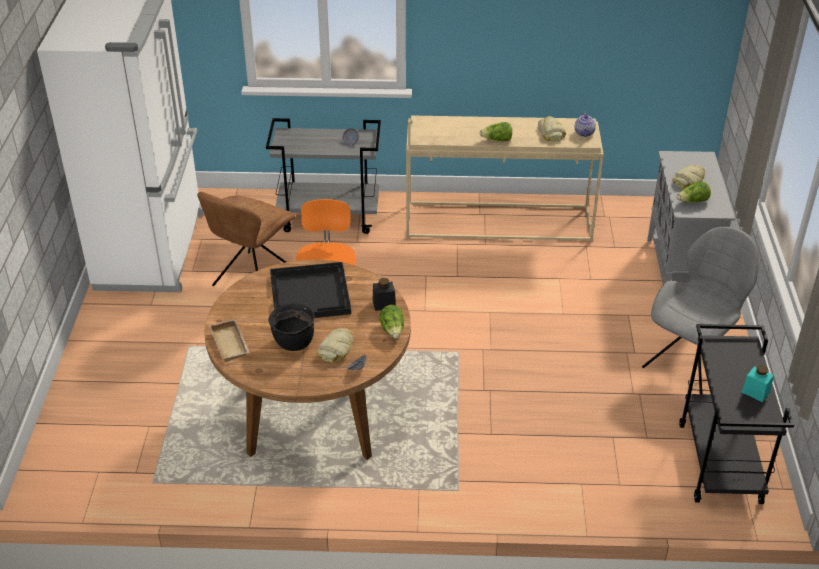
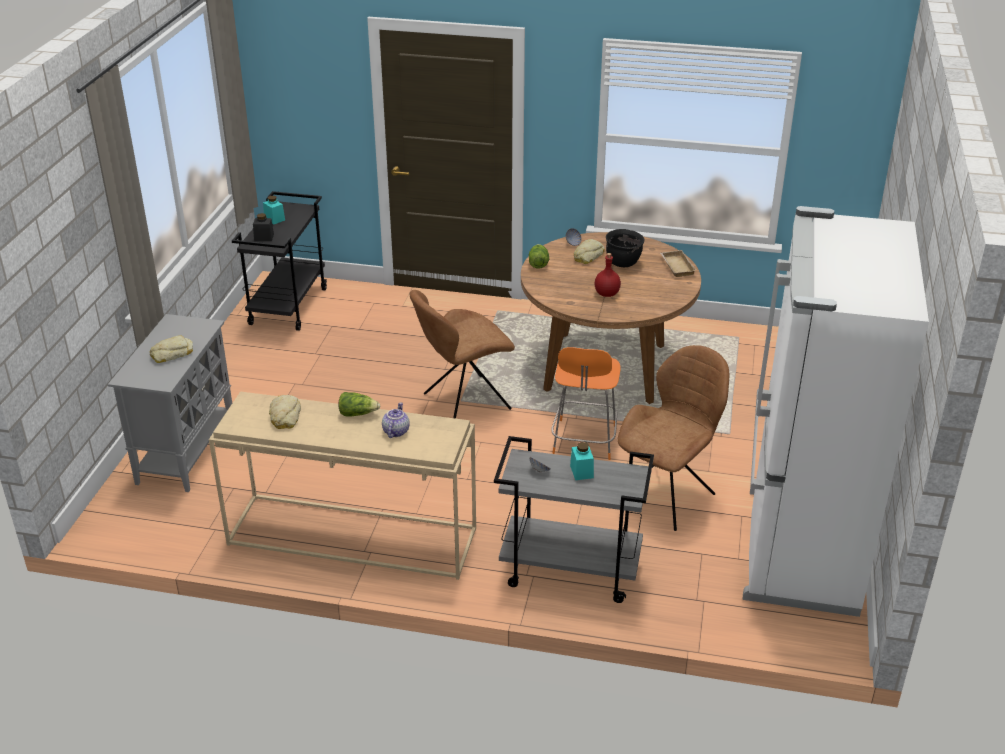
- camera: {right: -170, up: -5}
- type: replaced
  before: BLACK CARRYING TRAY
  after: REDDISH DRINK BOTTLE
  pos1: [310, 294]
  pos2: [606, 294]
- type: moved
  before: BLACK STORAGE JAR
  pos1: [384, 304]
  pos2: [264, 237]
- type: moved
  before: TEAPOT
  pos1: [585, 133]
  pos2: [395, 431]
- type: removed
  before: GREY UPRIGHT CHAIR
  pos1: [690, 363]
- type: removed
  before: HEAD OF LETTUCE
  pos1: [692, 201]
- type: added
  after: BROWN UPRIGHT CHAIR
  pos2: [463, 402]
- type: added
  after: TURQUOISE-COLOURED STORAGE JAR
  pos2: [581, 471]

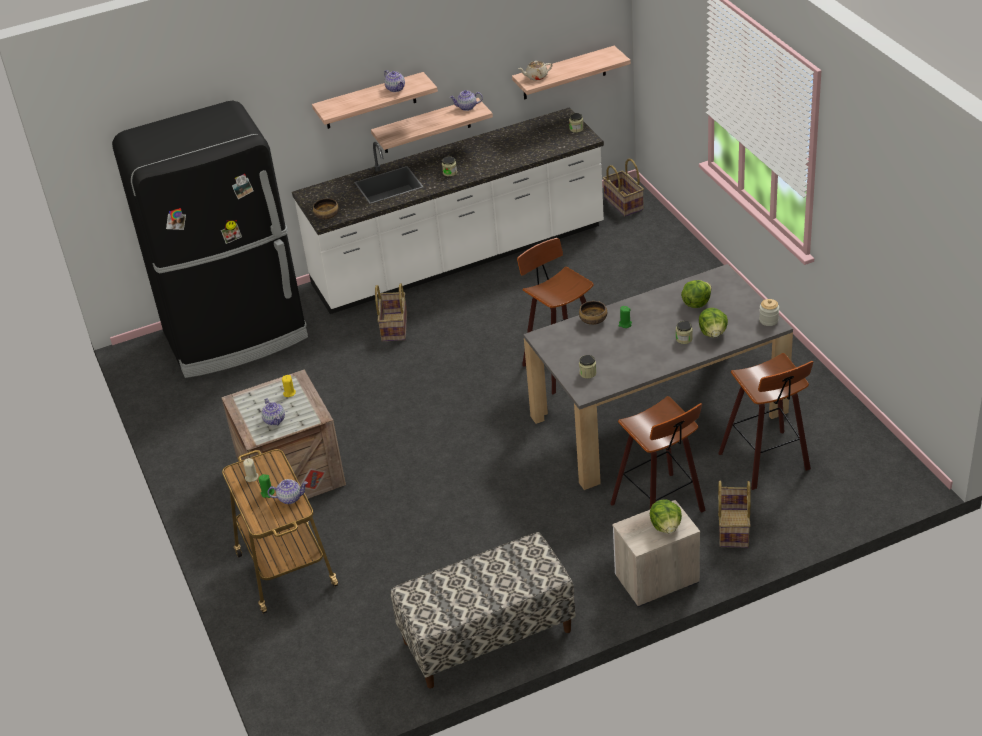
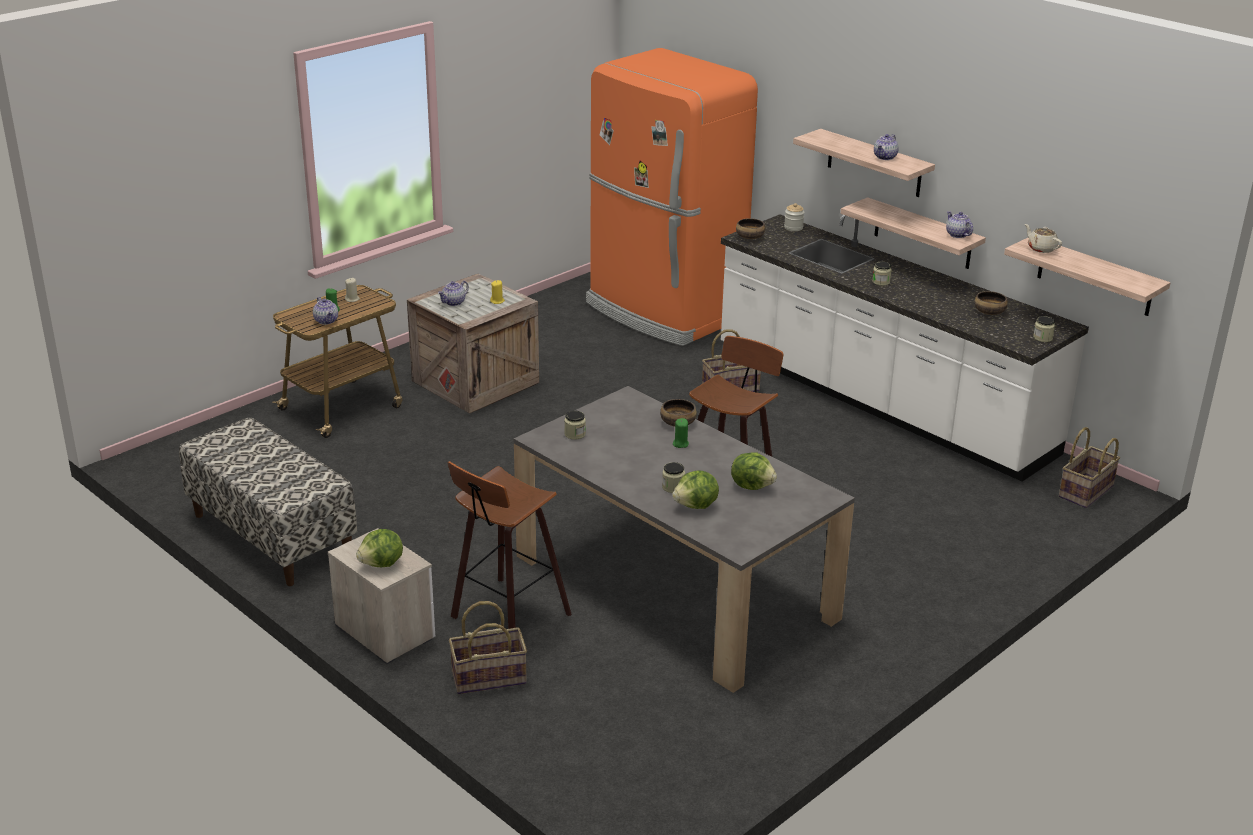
- camera: {right: 65, up: -10}
- type: recoloured
  before: BLACK FRIDGE
  after: ORANGEY FRIDGE
  pos1: [237, 336]
  pos2: [663, 312]
- type: removed
  before: SITTING STOOL
  pos1: [767, 462]
- type: moved
  before: STORAGE JAR
  pos1: [768, 320]
  pos2: [793, 228]
- type: added
  after: SERVING BOWL
  pos2: [989, 312]

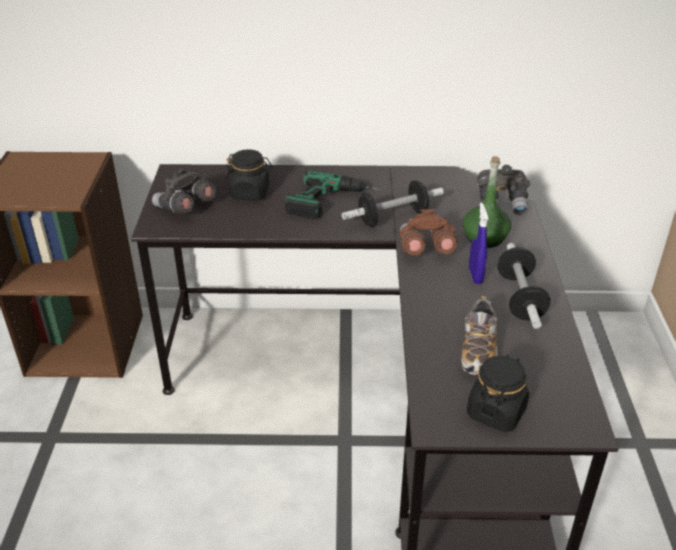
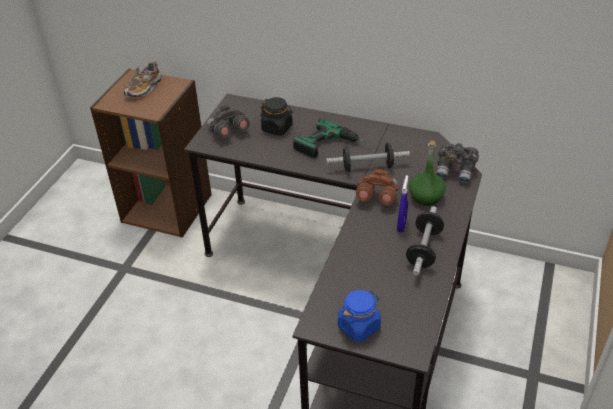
- camera: {right: 20, up: 5}
- type: moved
  before: ITEM OF FOOTWEAR
  pos1: [478, 350]
  pos2: [144, 88]
- type: recoloured
  before: BLACK STORAGE JAR
  after: BLUISH STORAGE JAR
  pos1: [496, 412]
  pos2: [359, 326]

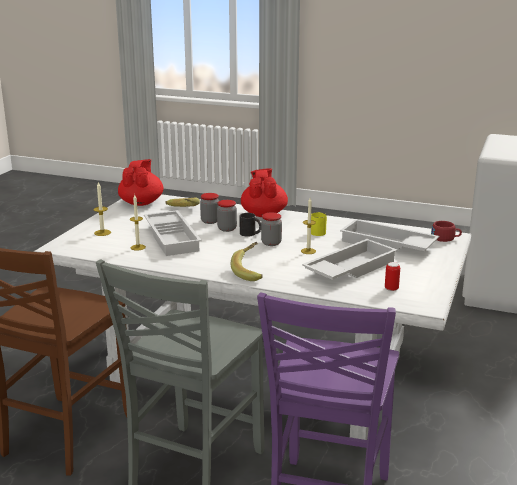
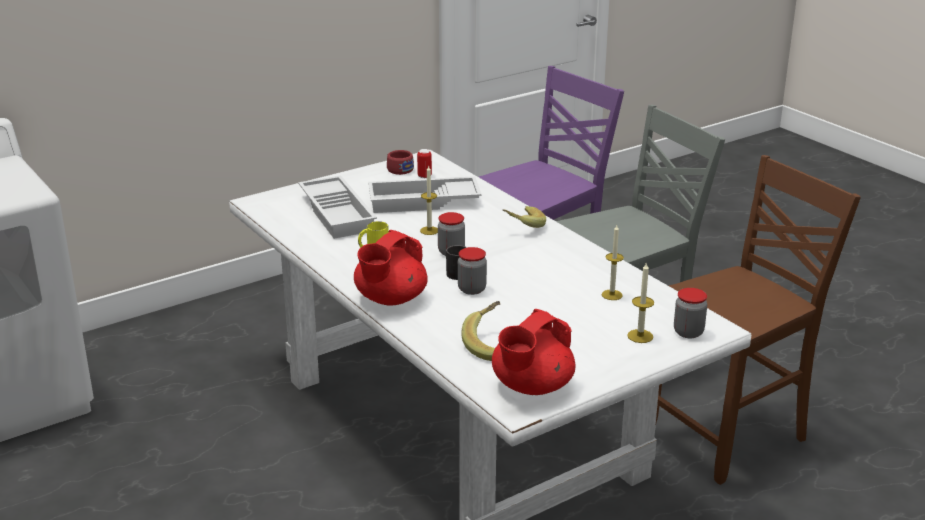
- camera: {right: -145, up: 5}
- type: removed
  before: WHITE CARRYING TRAY
  pos1: [173, 238]
- type: moved
  before: STORAGE JAR
  pos1: [210, 221]
  pos2: [688, 332]
- type: moved
  before: REDDISH DRINKING CUP
  pos1: [445, 238]
  pos2: [398, 169]

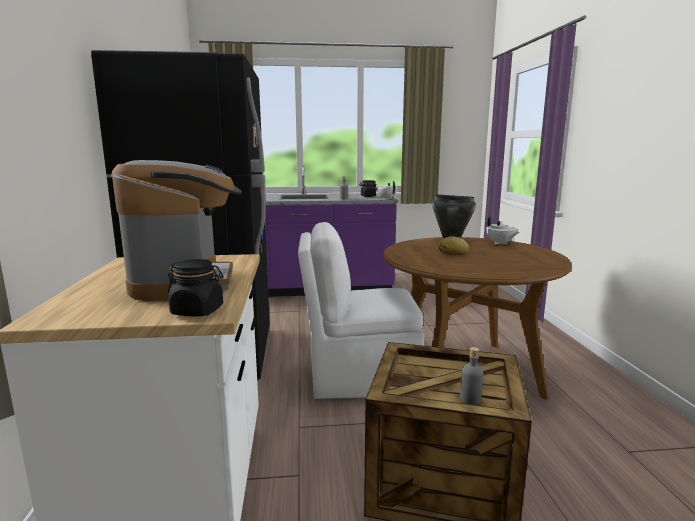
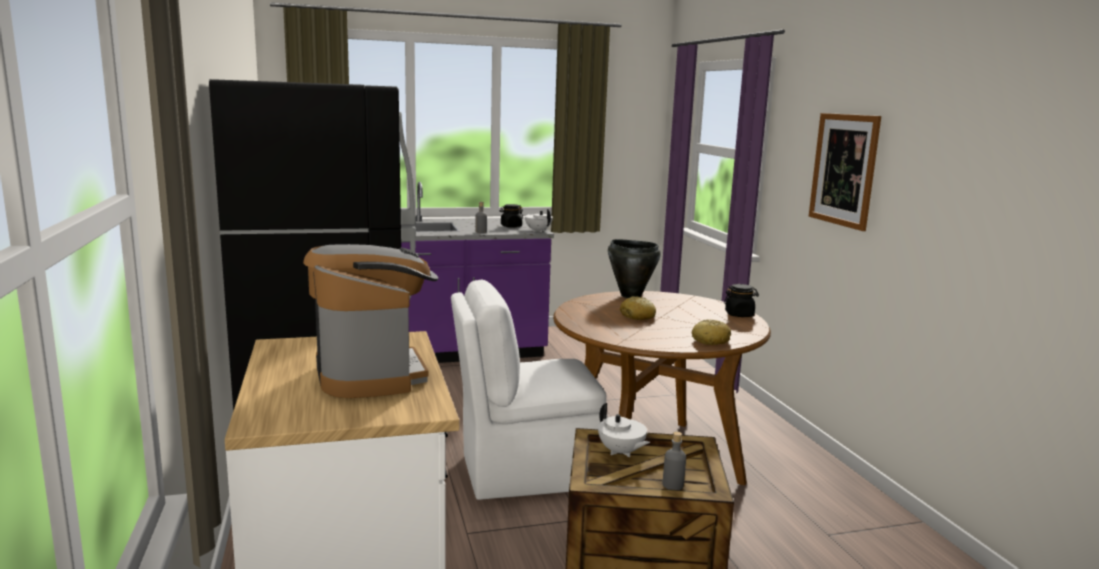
- camera: {right: -10, up: 0}
- type: moved
  before: BLACK STORAGE JAR
  pos1: [197, 311]
  pos2: [739, 314]
- type: moved
  before: WHITE TEAPOT
  pos1: [500, 243]
  pos2: [621, 452]
- type: added
  after: BREAD
  pos2: [710, 341]
- type: added
  after: WALL ART
  pos2: [844, 169]

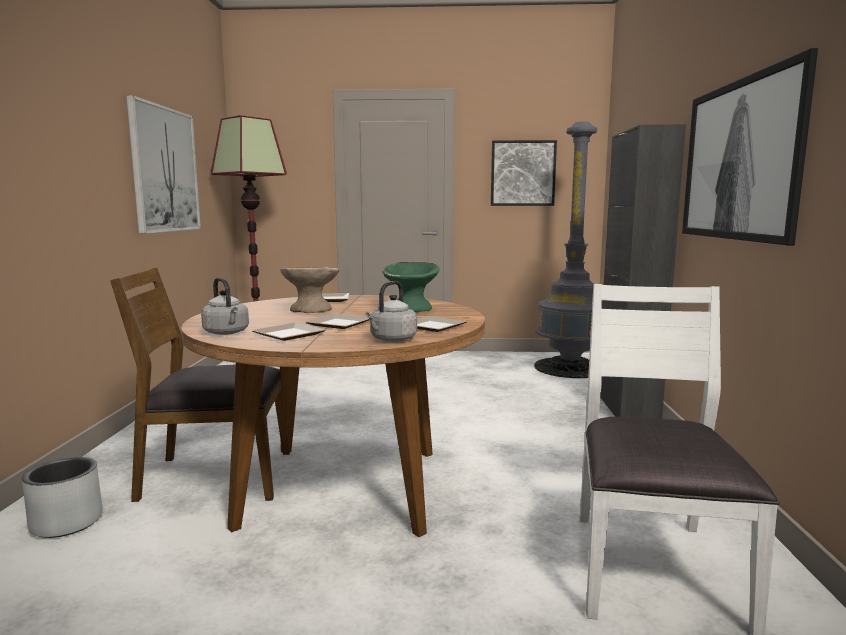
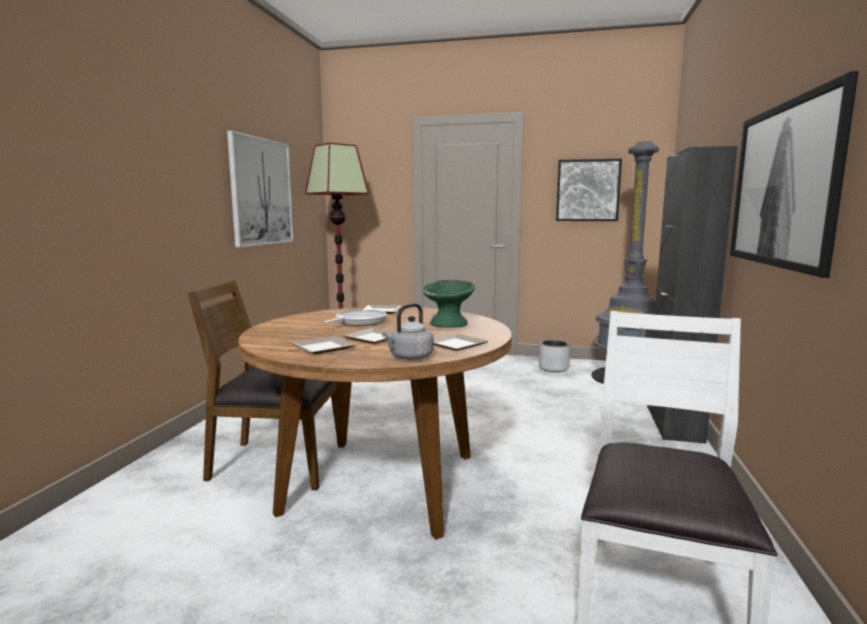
- camera: {right: 10, up: 0}
- type: moved
  before: GREY PLANTER
  pos1: [66, 522]
  pos2: [553, 368]
- type: removed
  before: GREY WATER KETTLE
  pos1: [227, 333]
- type: replaced
  before: BEIGE-COLOURED SERVING BOWL
  after: FRYING PAN
  pos1: [311, 310]
  pos2: [358, 322]

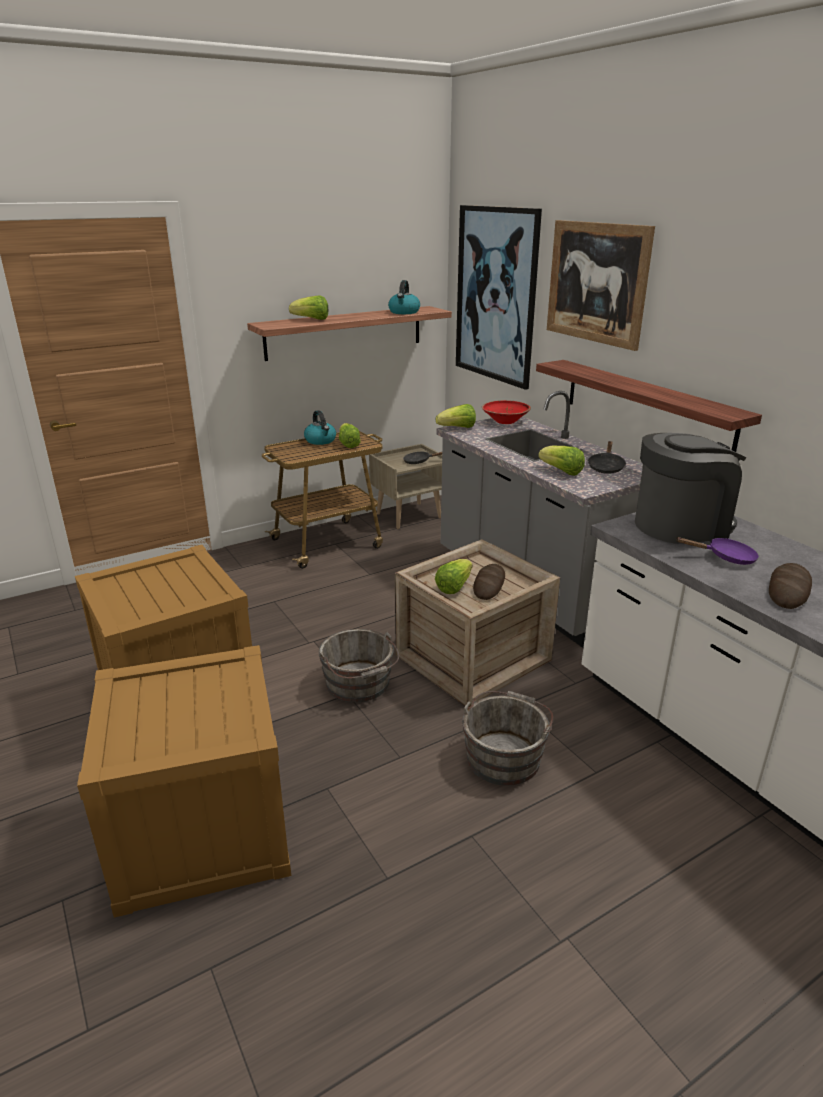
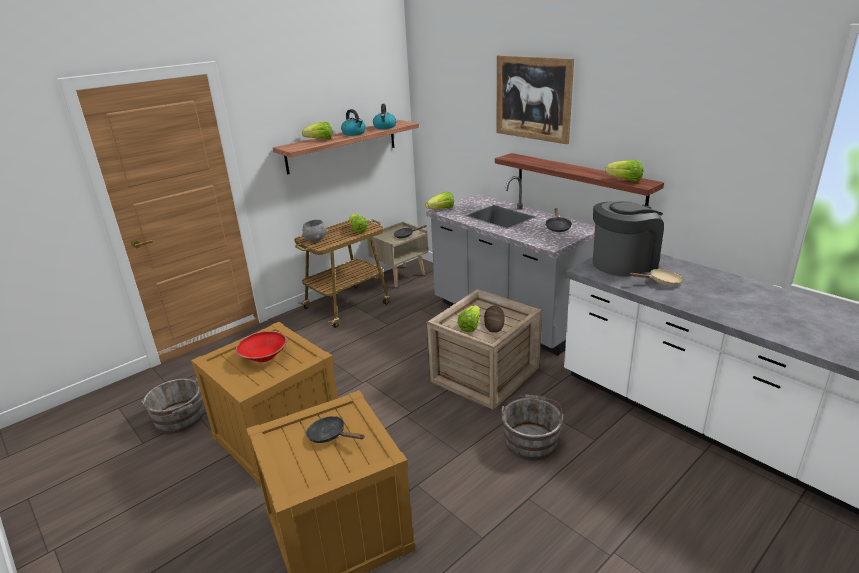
- camera: {right: -10, up: 0}
- type: moved
  before: WATER KETTLE
  pos1: [321, 441]
  pos2: [354, 133]
- type: moved
  before: GREY WATER BUCKET
  pos1: [359, 685]
  pos2: [180, 419]
- type: removed
  before: WALL ART
  pos1: [495, 295]
- type: moved
  before: REDDISH SERVING BOWL
  pos1: [505, 421]
  pos2: [264, 357]
- type: moved
  before: HEAD OF LETTUCE
  pos1: [561, 471]
  pos2: [625, 180]
- type: recoloured
  before: PURPLE FRYING PAN
  after: BEIGE-COLOURED FRYING PAN
  pos1: [726, 557]
  pos2: [661, 282]
- type: removed
  before: BREAD
  pos1: [788, 590]
- type: added
  after: GREY SERVING BOWL
  pos2: [316, 239]
- type: added
  after: BLACK FRYING PAN
  pos2: [330, 435]

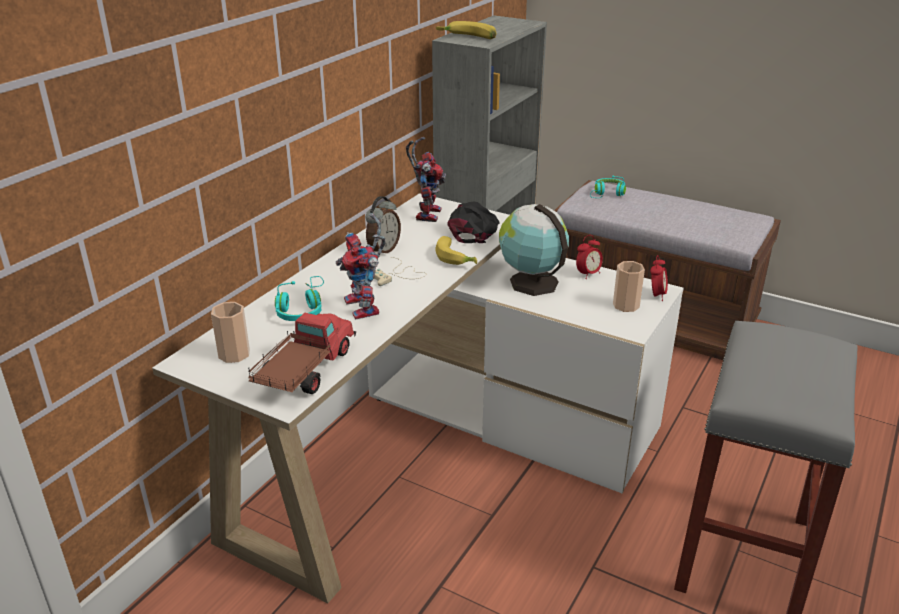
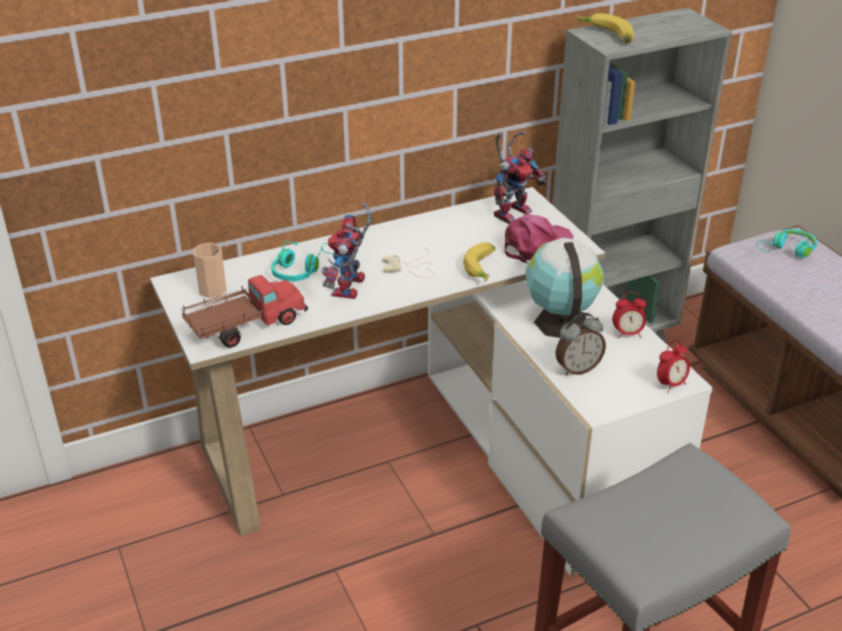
- camera: {right: 35, up: 5}
- type: moved
  before: TABLE CLOCK
  pos1: [383, 250]
  pos2: [577, 368]
- type: recoloured
  before: BLACK BASEBALL CAP
  after: PINK BASEBALL CAP
  pos1: [474, 230]
  pos2: [536, 245]
- type: removed
  before: DRINKING CUP
  pos1: [626, 305]

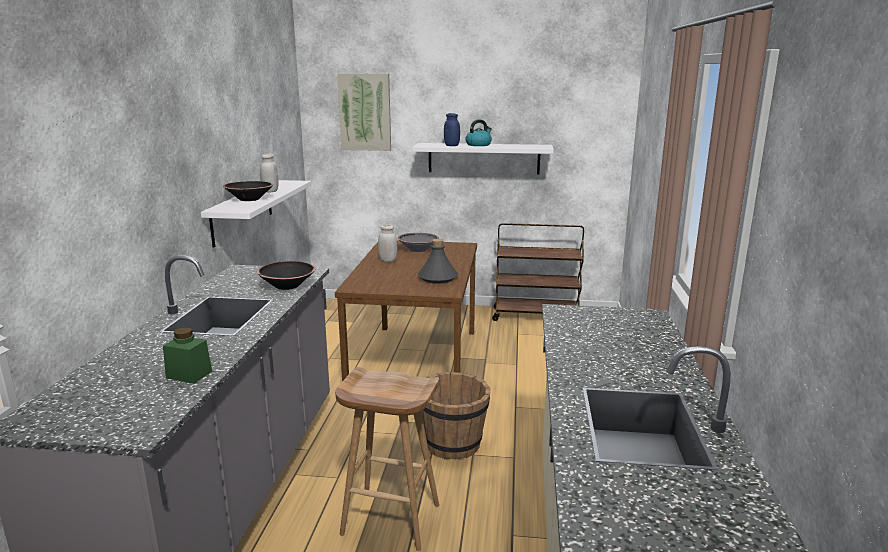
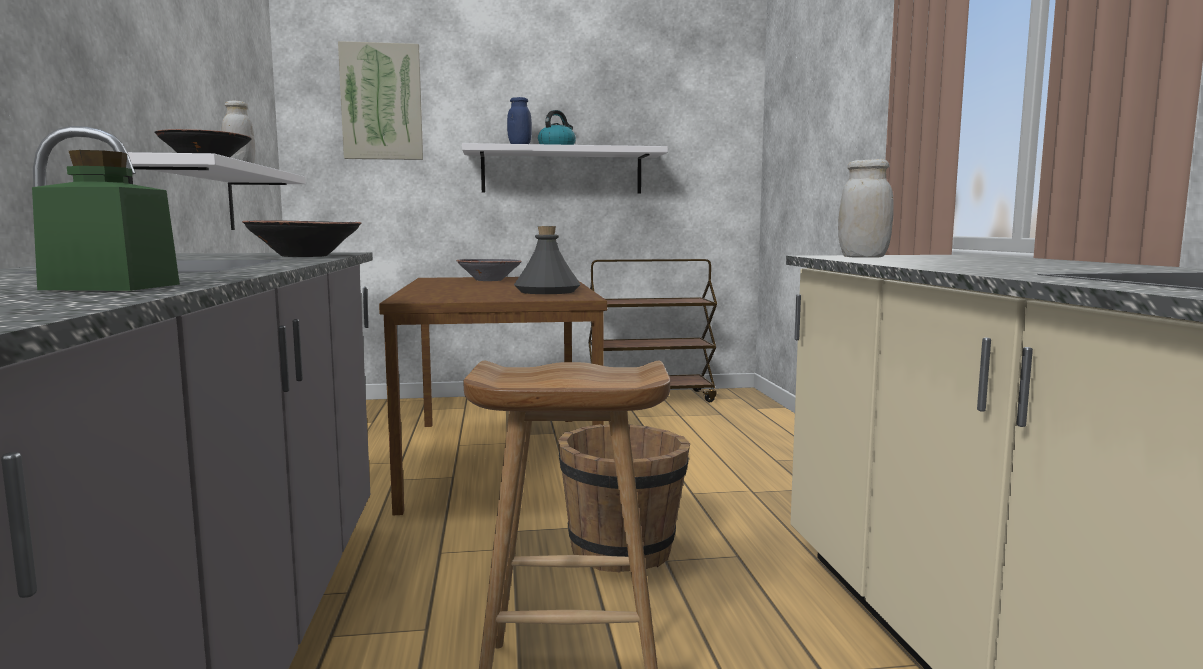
- camera: {right: -15, up: -10}
- type: moved
  before: WHITE STORAGE JAR
  pos1: [388, 260]
  pos2: [863, 257]

